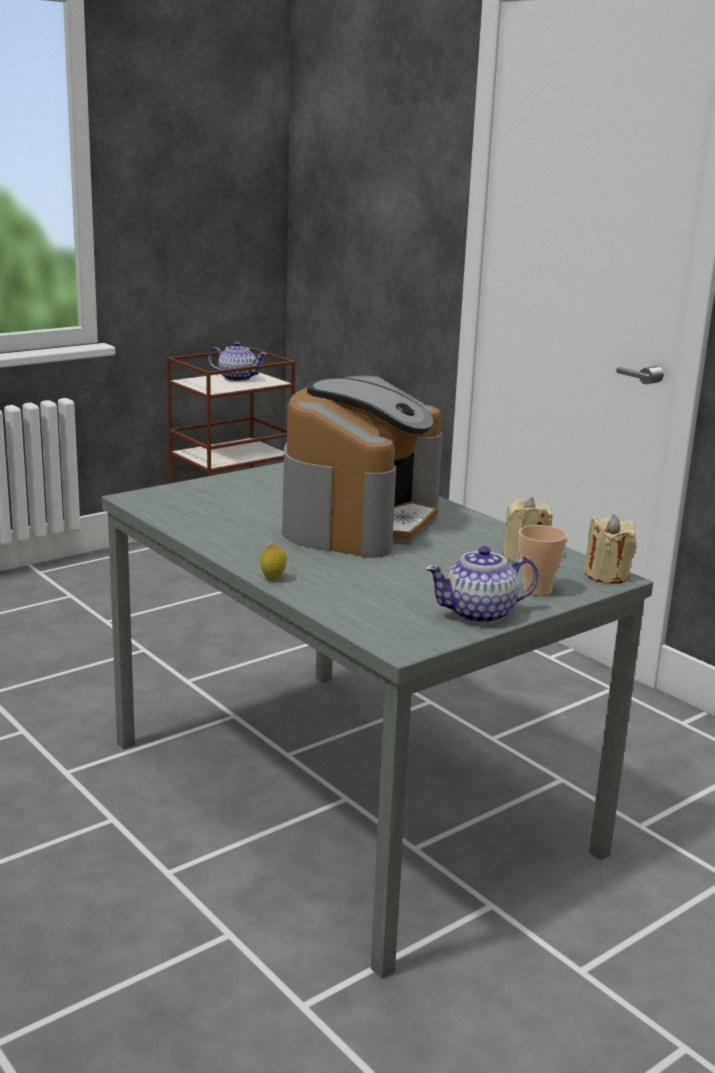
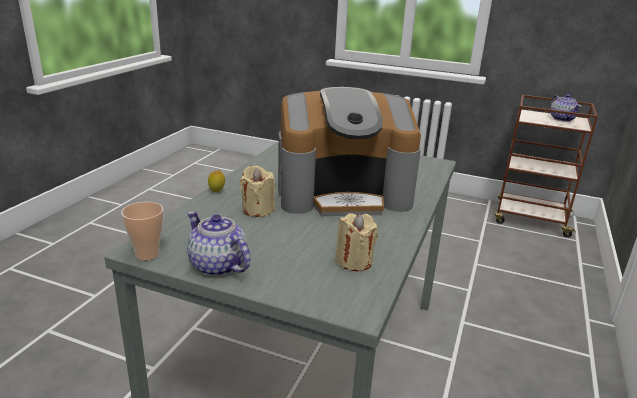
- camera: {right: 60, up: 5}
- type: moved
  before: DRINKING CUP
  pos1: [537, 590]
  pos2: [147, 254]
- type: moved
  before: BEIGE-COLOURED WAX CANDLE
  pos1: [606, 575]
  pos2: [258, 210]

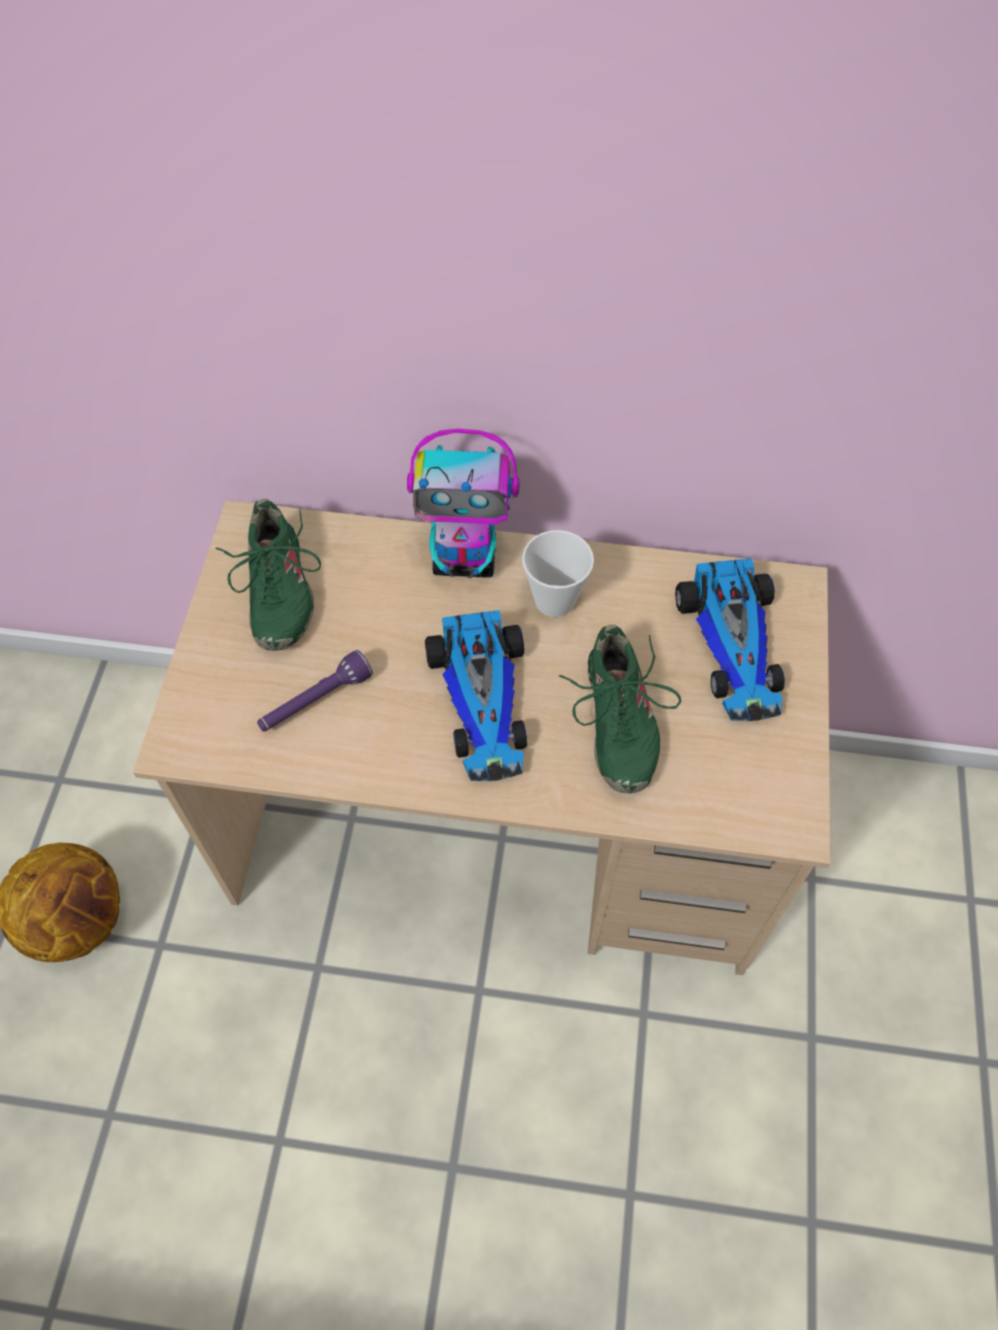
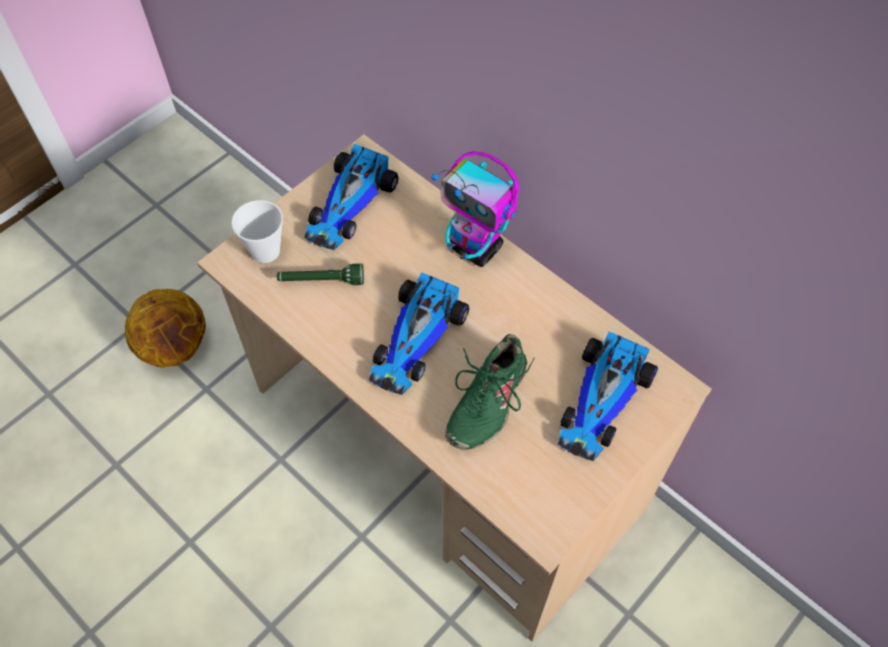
- camera: {right: 35, up: 0}
- type: replaced
  before: GREEN ITEM OF FOOTWEAR
  after: MINIATURE CAR
  pos1: [277, 591]
  pos2: [350, 205]
- type: recoloured
  before: PURPLE FLASHLIGHT
  after: GREEN FLASHLIGHT
  pos1: [315, 701]
  pos2: [321, 281]
- type: moved
  before: DRINKING CUP
  pos1: [554, 600]
  pos2: [265, 251]

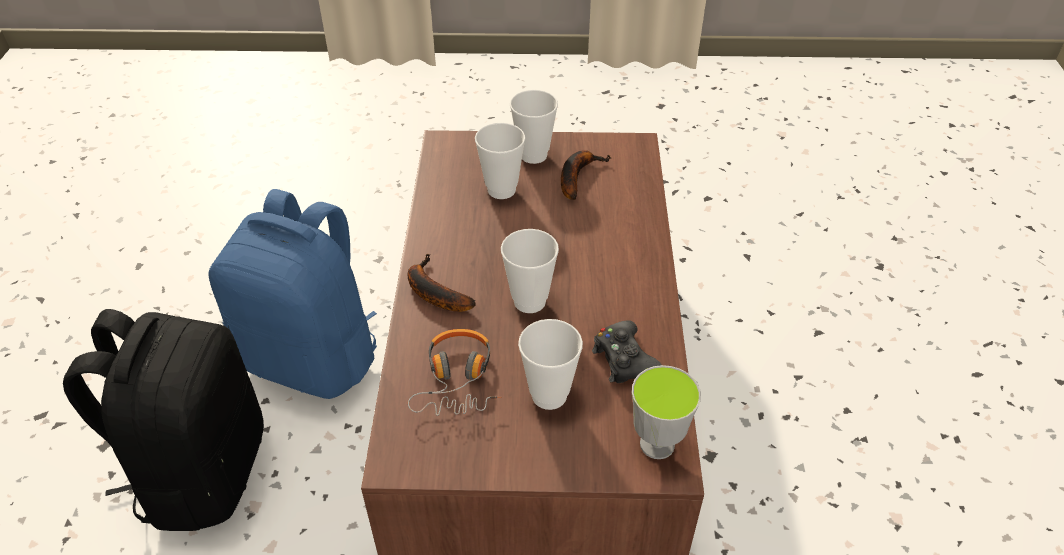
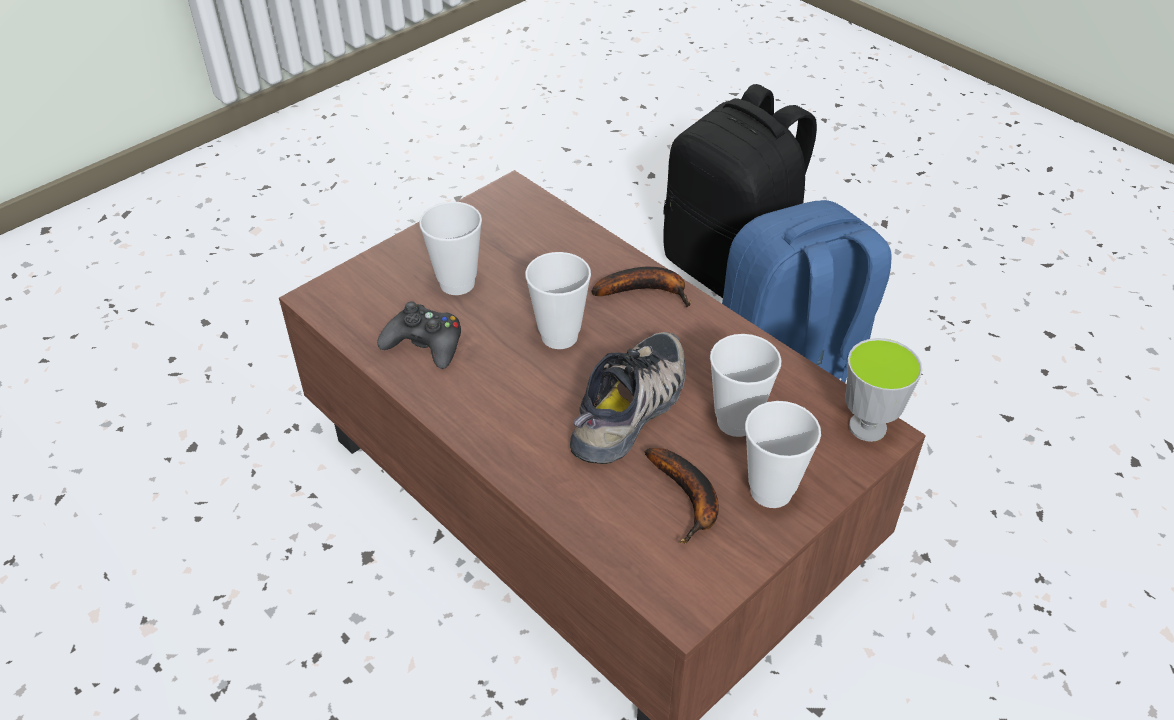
- camera: {right: 135, up: 0}
- type: removed
  before: HEADSET
  pos1: [458, 380]
- type: moved
  before: DRINKING CUP
  pos1: [657, 444]
  pos2: [867, 427]
- type: added
  after: ITEM OF FOOTWEAR
  pos2: [632, 409]

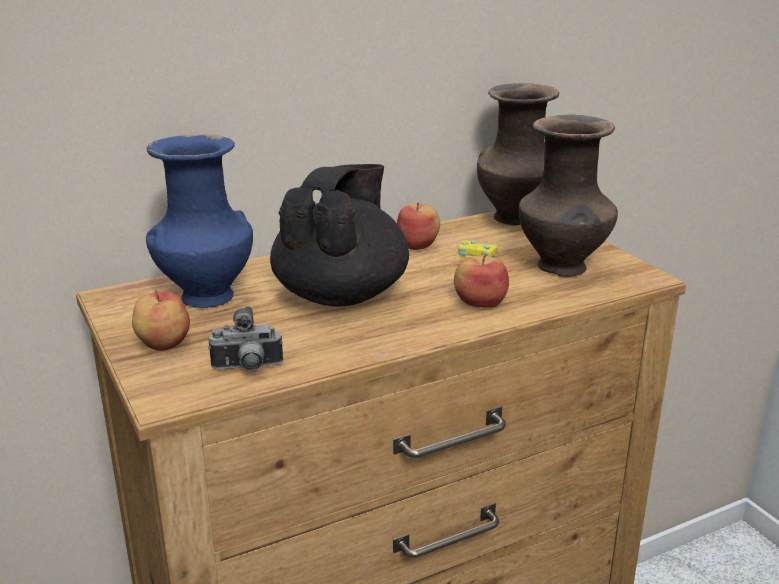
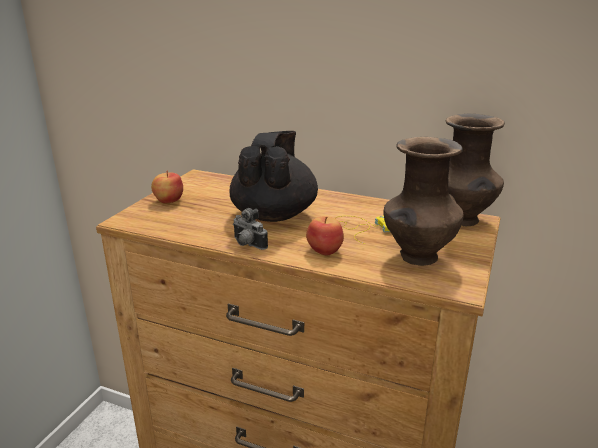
- camera: {right: 50, up: 0}
- type: removed
  before: BLUISH DECORATIVE VASE
  pos1: [205, 297]
- type: moved
  before: STILL CAMERA
  pos1: [247, 368]
  pos2: [247, 245]
- type: turned
  before: BLACK TEAPOT
  pos1: [342, 294]
  pos2: [274, 214]
  turn: -60
- type: removed
  before: APPLE FRUIT
  pos1: [418, 245]

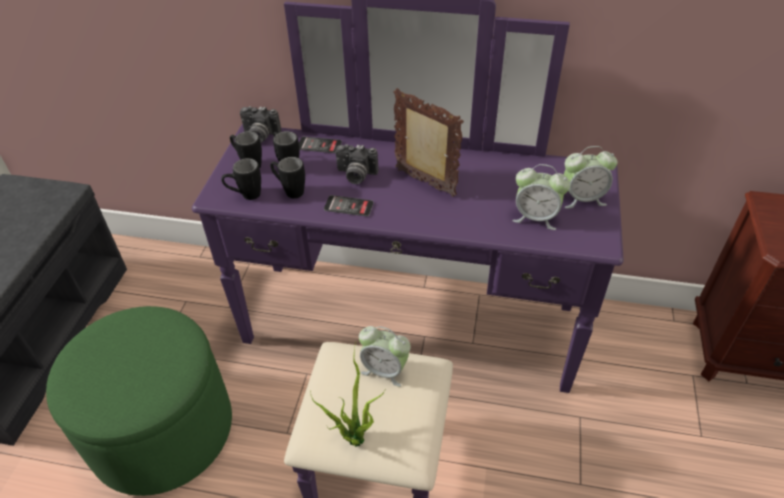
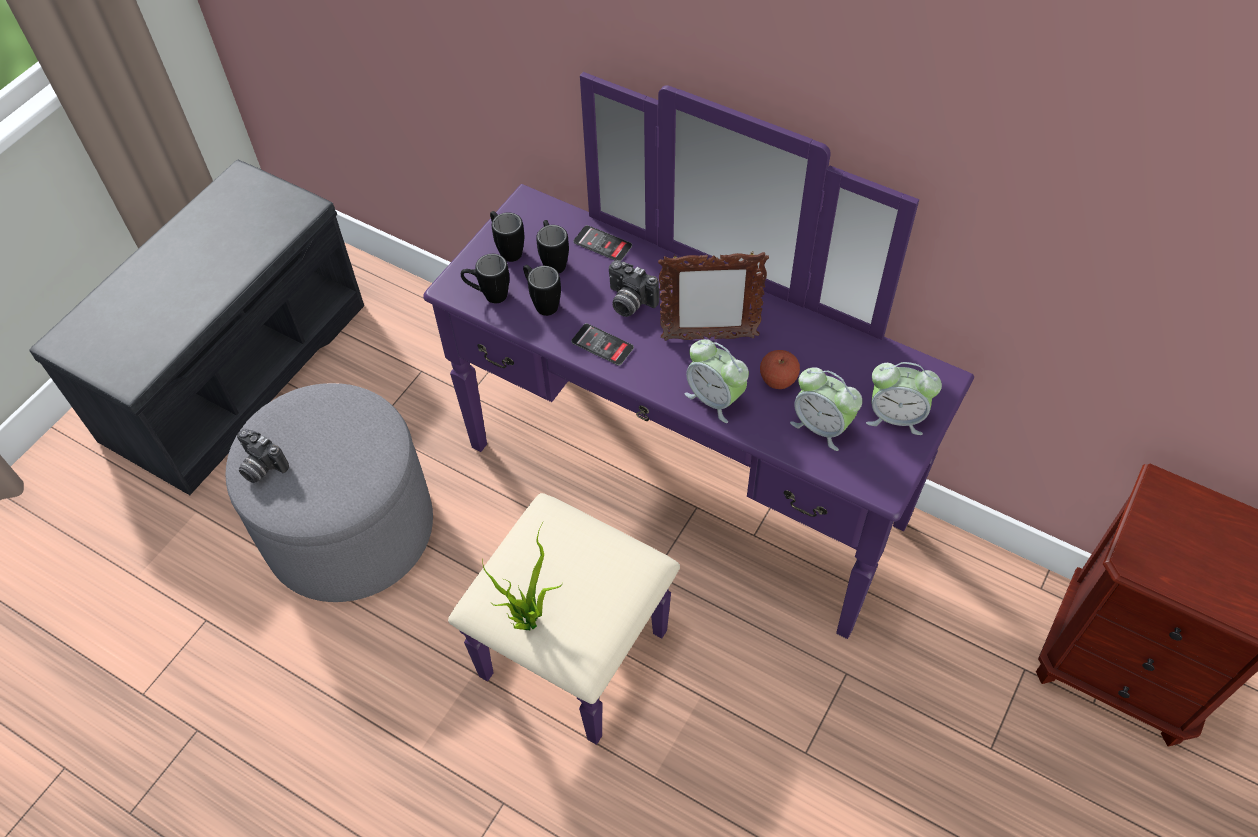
- camera: {right: 20, up: 10}
- type: recoloured
  before: GREEN FOOTREST
  after: GREY FOOTREST
  pos1: [162, 430]
  pos2: [350, 528]
- type: moved
  before: STILL CAMERA
  pos1: [260, 136]
  pos2: [260, 467]
- type: moved
  before: TABLE CLOCK
  pos1: [385, 370]
  pos2: [715, 399]
- type: turned
  before: PICTURE FRAME
  pos1: [425, 183]
  pos2: [708, 338]
  turn: 120
- type: added
  after: APPLE FRUIT
  pos2: [778, 380]

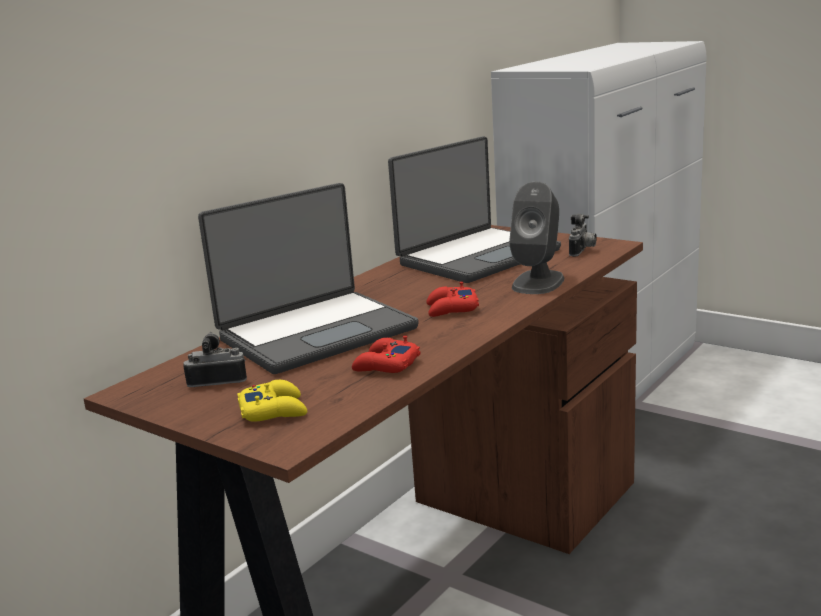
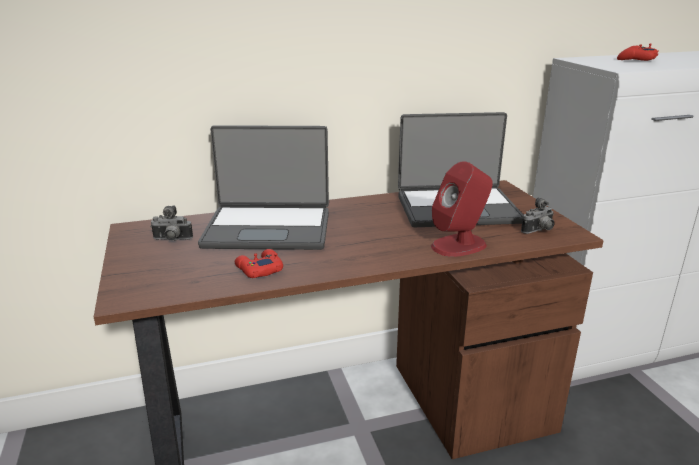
- camera: {right: 35, up: 5}
- type: turned
  before: STILL CAMERA
  pos1: [217, 381]
  pos2: [172, 240]
  turn: 150
- type: removed
  before: YELLOW JOYPAD
  pos1: [274, 410]
- type: moved
  before: REDDISH JOYPAD
  pos1: [451, 309]
  pos2: [636, 59]
- type: recoloured
  before: GREY LOUDSPEAKER
  after: REDDISH LOUDSPEAKER
  pos1: [538, 282]
  pos2: [459, 245]

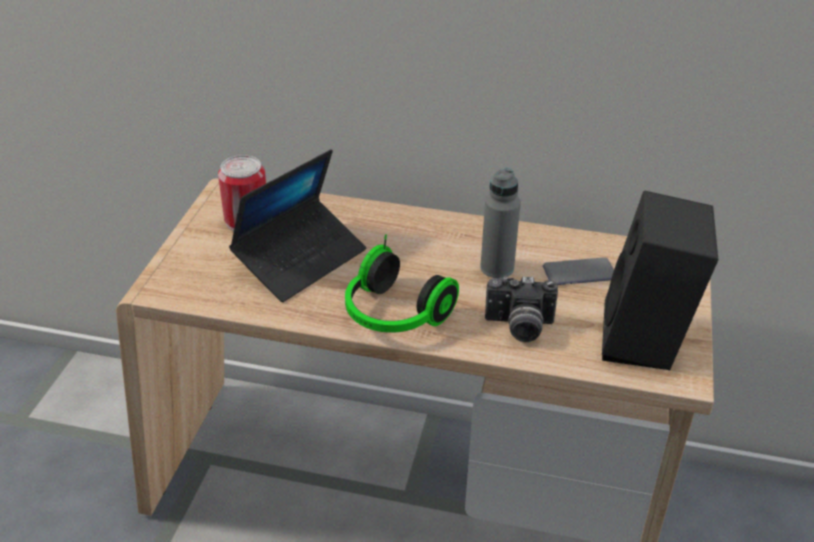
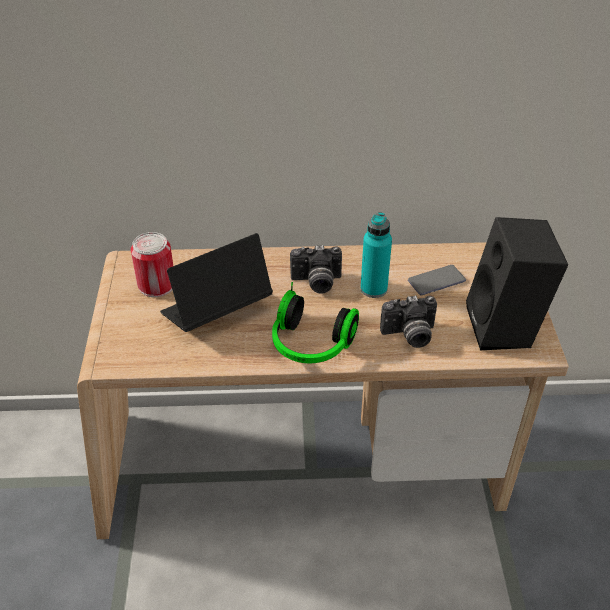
- camera: {right: -15, up: 5}
- type: turned
  before: PORTABLE COMPUTER
  pos1: [300, 259]
  pos2: [216, 311]
  turn: -150
- type: recoloured
  before: GREY DRINK BOTTLE
  after: TURQUOISE-COLOURED DRINK BOTTLE
  pos1: [497, 268]
  pos2: [373, 289]
- type: added
  after: STILL CAMERA
  pos2: [316, 283]

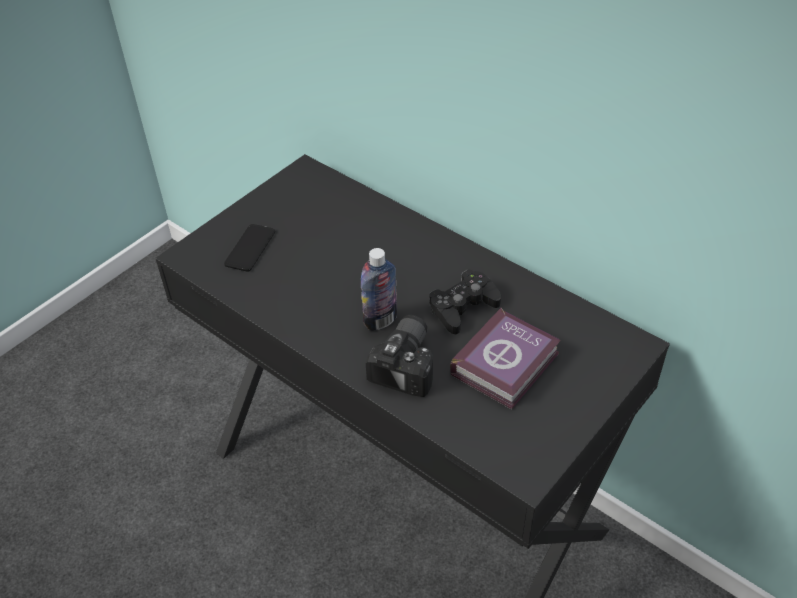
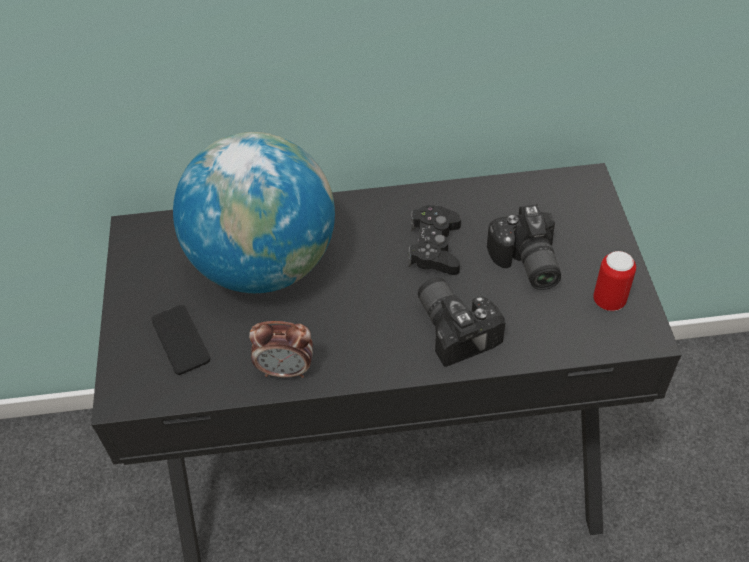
- camera: {right: -45, up: 5}
- type: removed
  before: DRINK BOTTLE
  pos1: [380, 320]
- type: replaced
  before: BOUND BOOK
  after: STILL CAMERA
  pos1: [508, 363]
  pos2: [525, 264]
- type: added
  after: GLOBE
  pos2: [265, 264]
- type: added
  after: TABLE CLOCK
  pos2: [286, 370]
- type: added
  after: SEALED CAN
  pos2: [609, 301]

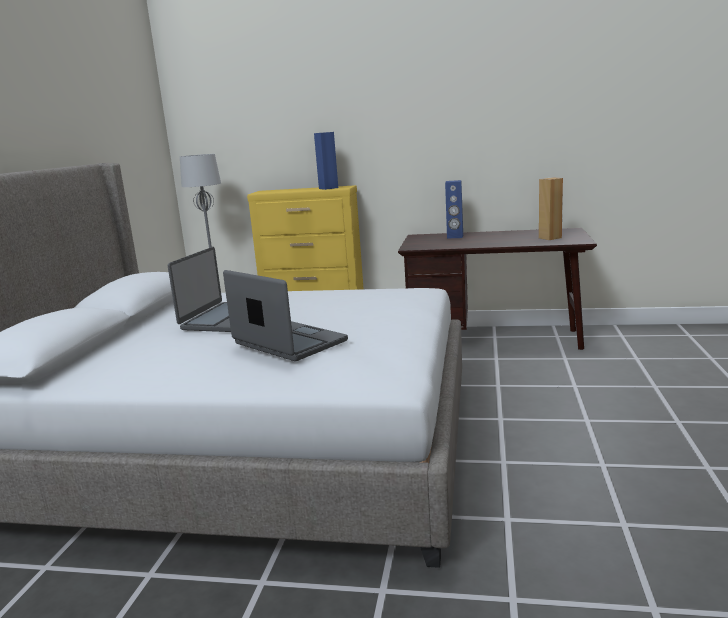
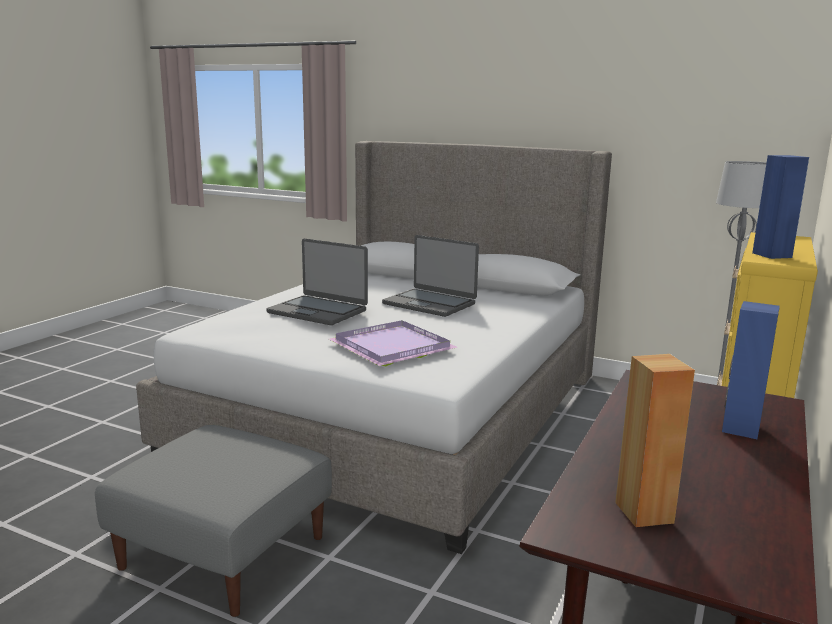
- camera: {right: 105, up: 0}
- type: turned
  before: PORTABLE COMPUTER
  pos1: [289, 343]
  pos2: [318, 311]
  turn: 60
- type: added
  after: GREY FOOTREST
  pos2: [225, 552]
- type: added
  after: PURPLE CARRYING TRAY
  pos2: [392, 346]

